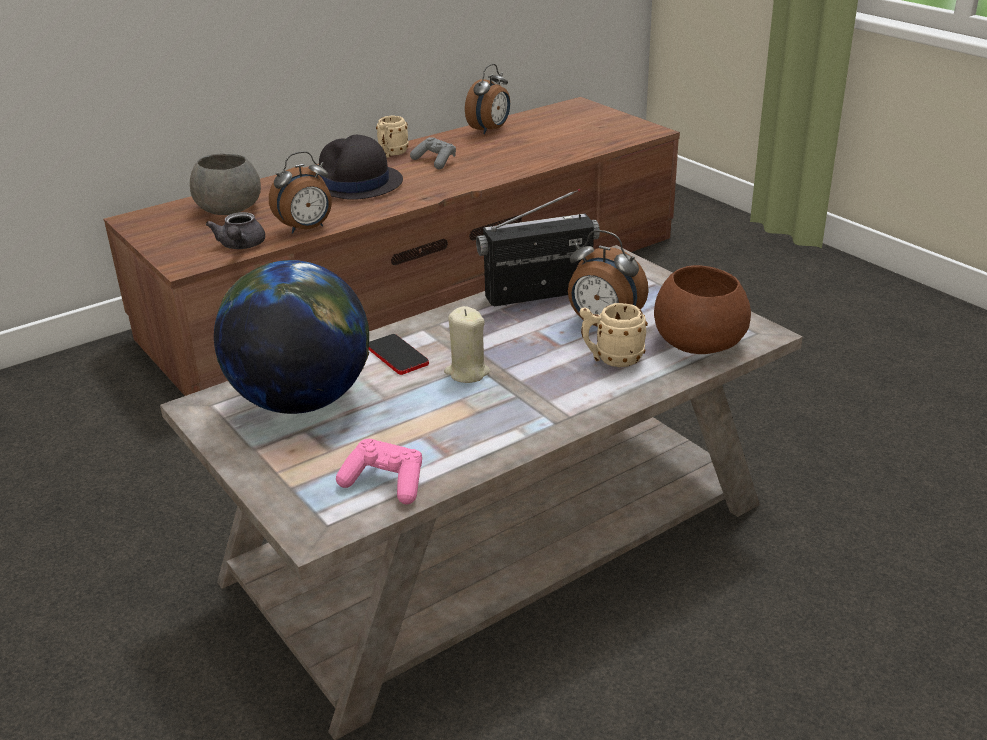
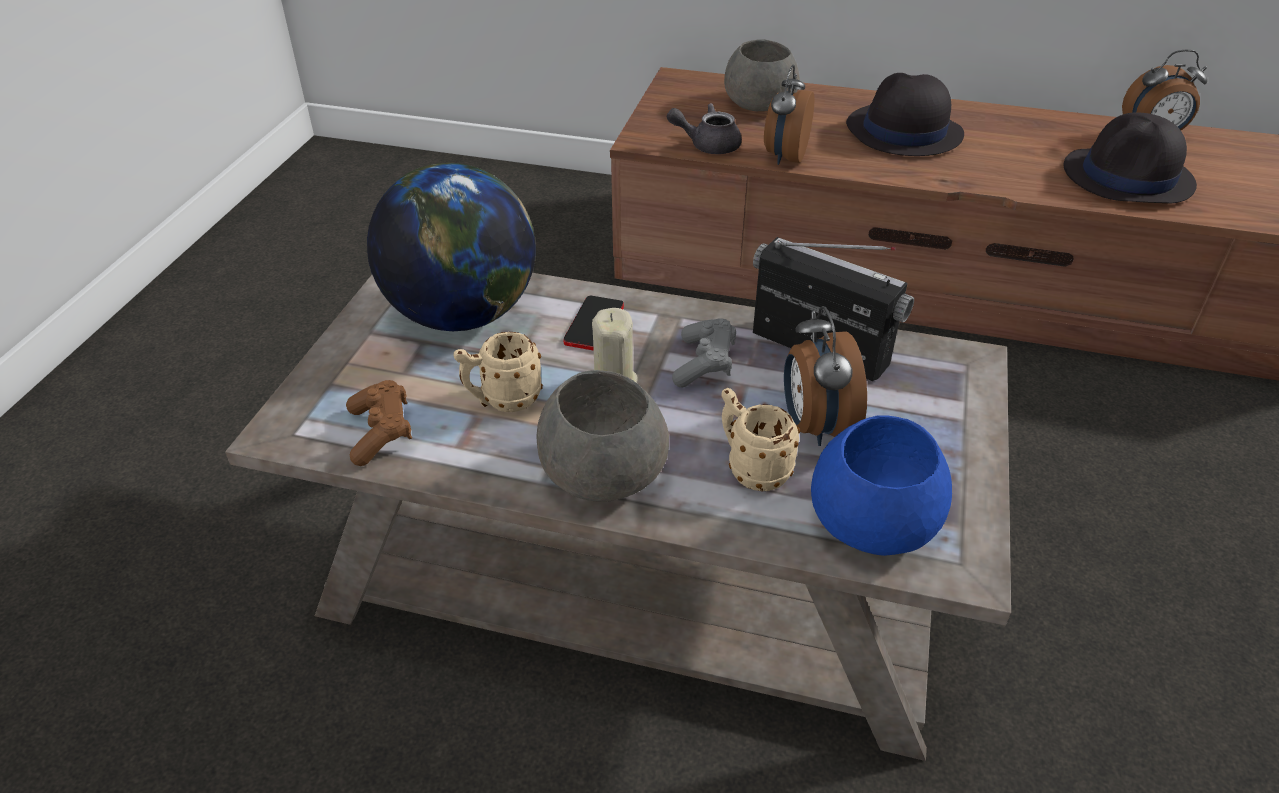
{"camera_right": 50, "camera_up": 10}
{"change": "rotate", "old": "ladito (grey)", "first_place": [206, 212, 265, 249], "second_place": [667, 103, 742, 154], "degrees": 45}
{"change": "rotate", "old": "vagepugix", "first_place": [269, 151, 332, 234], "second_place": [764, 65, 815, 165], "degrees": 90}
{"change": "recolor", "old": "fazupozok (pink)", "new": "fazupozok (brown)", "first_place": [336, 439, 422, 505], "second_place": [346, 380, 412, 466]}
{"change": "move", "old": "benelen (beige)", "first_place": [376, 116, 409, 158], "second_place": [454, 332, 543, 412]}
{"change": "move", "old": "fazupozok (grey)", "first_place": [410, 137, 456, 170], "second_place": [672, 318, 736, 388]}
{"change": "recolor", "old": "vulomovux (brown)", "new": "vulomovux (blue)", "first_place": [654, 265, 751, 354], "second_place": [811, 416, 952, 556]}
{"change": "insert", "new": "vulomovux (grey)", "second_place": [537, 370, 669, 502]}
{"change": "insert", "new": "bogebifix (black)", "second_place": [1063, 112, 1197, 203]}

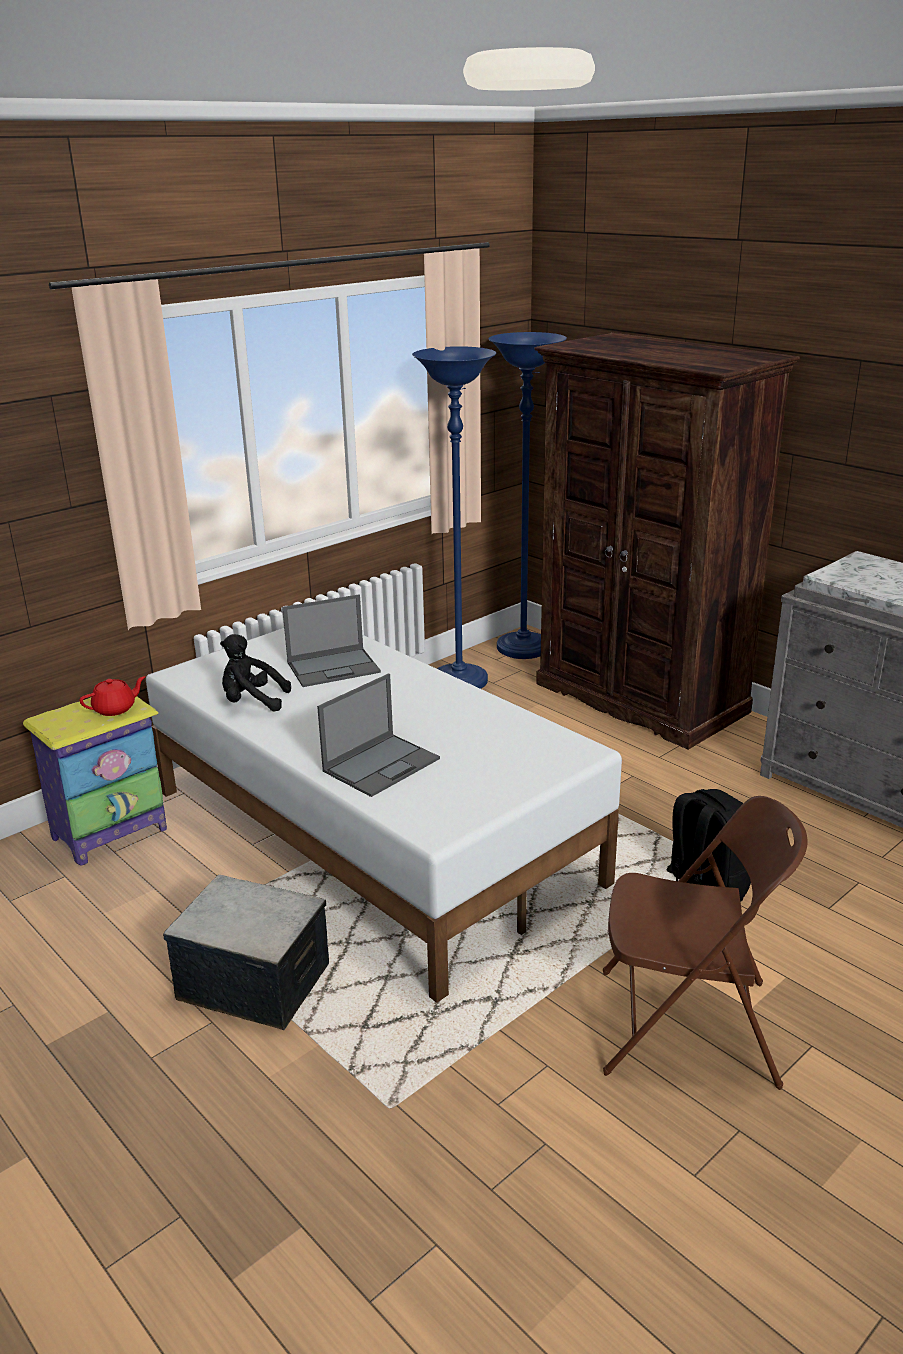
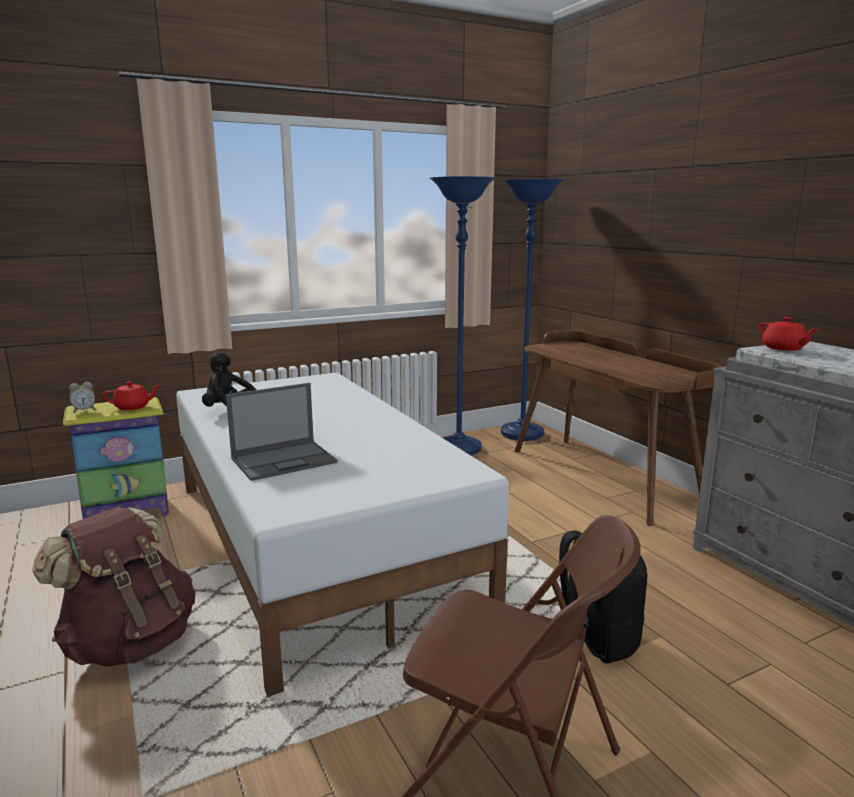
{"camera_right": 15, "camera_up": -10}
{"change": "replace", "old": "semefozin", "new": "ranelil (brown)", "first_place": [163, 875, 329, 1030], "second_place": [32, 507, 195, 667]}
{"change": "delete", "old": "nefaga", "first_place": [282, 594, 381, 687]}
{"change": "replace", "old": "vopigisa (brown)", "new": "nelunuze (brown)", "first_place": [534, 333, 800, 750], "second_place": [514, 330, 722, 526]}
{"change": "insert", "new": "vagepugix", "second_place": [69, 382, 96, 413]}
{"change": "insert", "new": "ladito (red)", "second_place": [759, 317, 819, 351]}

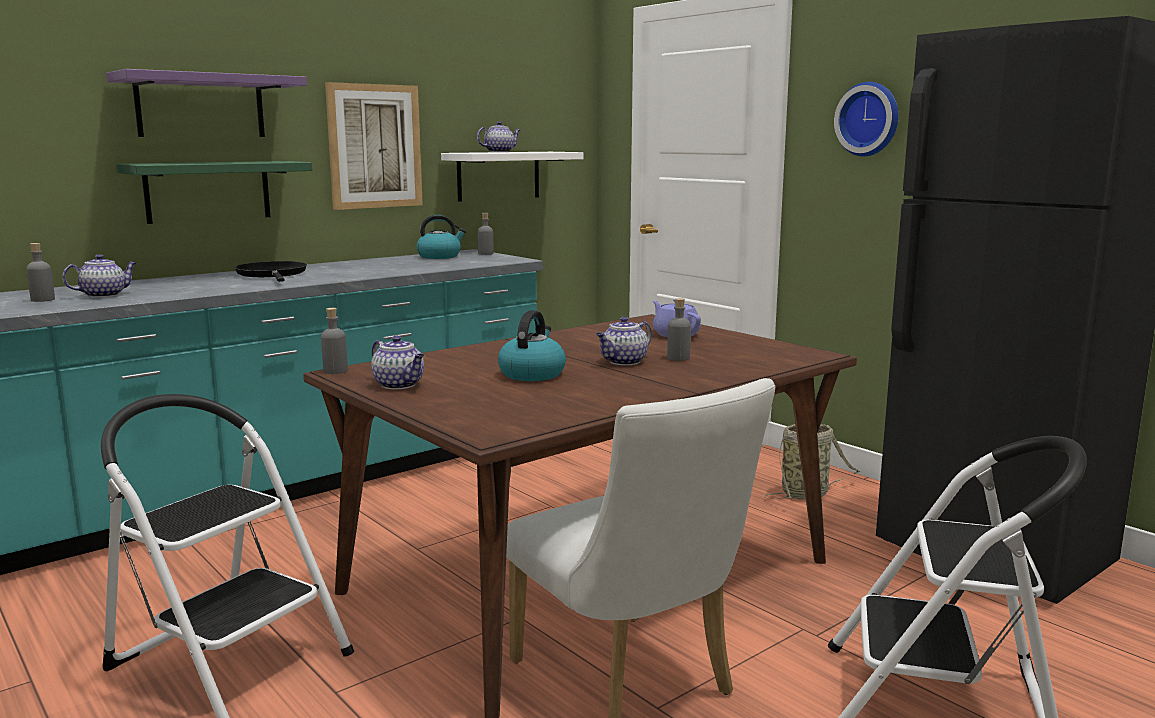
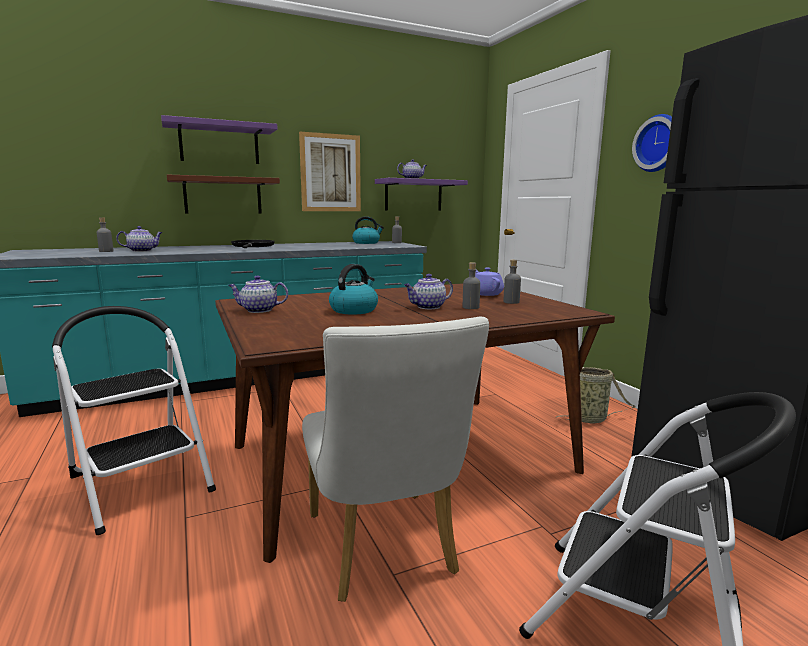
{"camera_right": 15, "camera_up": 0}
{"change": "recolor", "old": "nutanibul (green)", "new": "nutanibul (brown)", "first_place": [116, 161, 312, 224], "second_place": [167, 174, 280, 213]}
{"change": "move", "old": "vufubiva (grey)", "first_place": [321, 308, 348, 374], "second_place": [504, 260, 521, 304]}
{"change": "rotate", "old": "ladito", "first_place": [371, 336, 424, 389], "second_place": [228, 275, 288, 313], "degrees": 120}
{"change": "recolor", "old": "nutanibul (white)", "new": "nutanibul (purple)", "first_place": [441, 152, 584, 202], "second_place": [375, 178, 468, 211]}

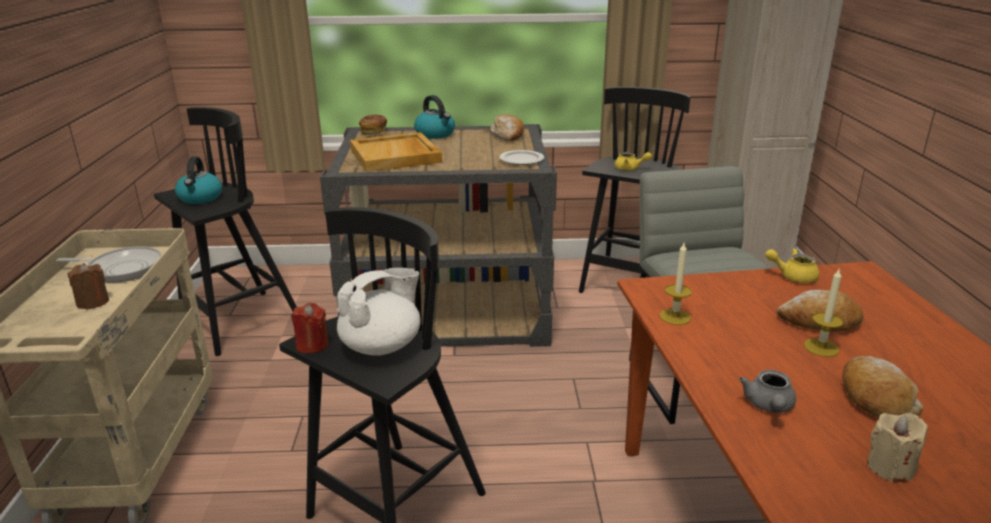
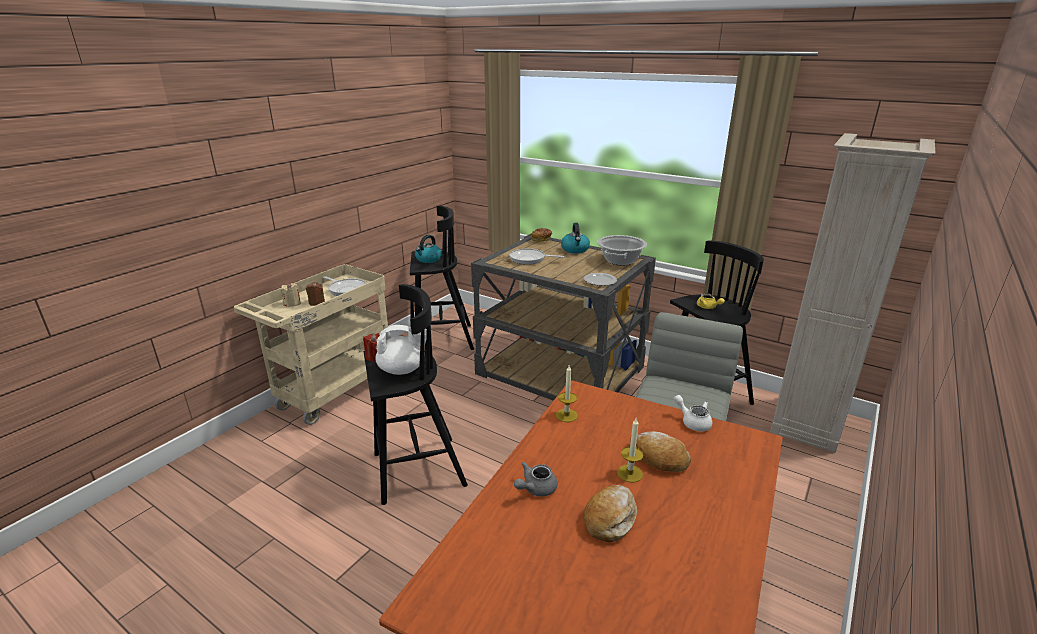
{"camera_right": 35, "camera_up": 0}
{"change": "replace", "old": "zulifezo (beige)", "new": "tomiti", "first_place": [350, 132, 442, 172], "second_place": [509, 249, 564, 265]}
{"change": "replace", "old": "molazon", "new": "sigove", "first_place": [491, 114, 524, 141], "second_place": [597, 235, 647, 265]}
{"change": "recolor", "old": "ladito (yellow)", "new": "ladito (white)", "first_place": [765, 248, 819, 283], "second_place": [674, 395, 712, 431]}
{"change": "move", "old": "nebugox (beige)", "first_place": [867, 413, 928, 483], "second_place": [281, 282, 301, 307]}

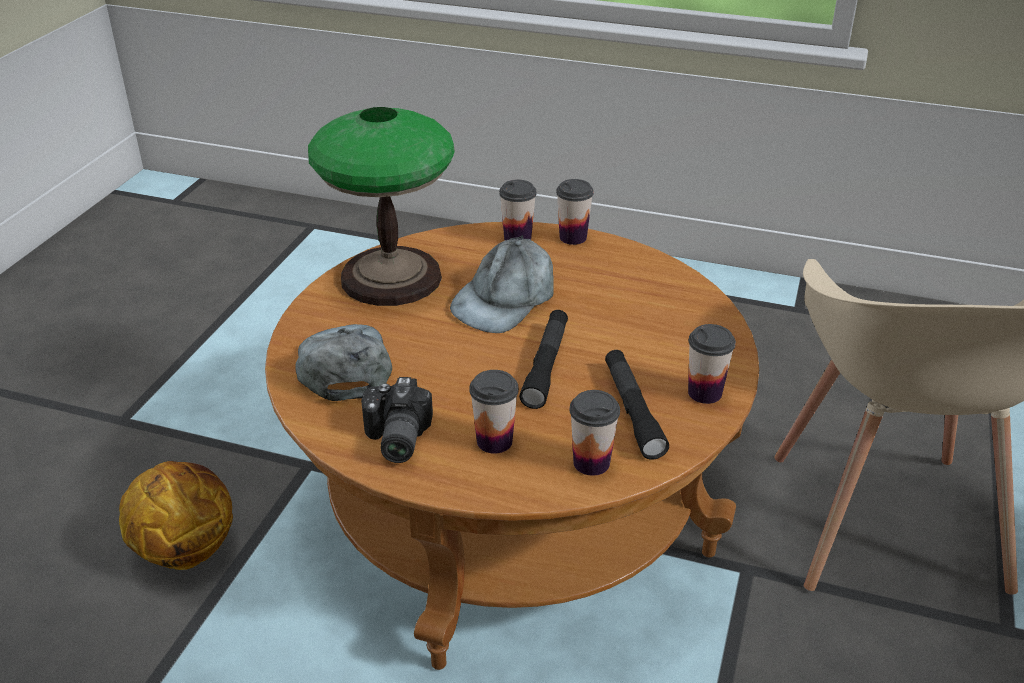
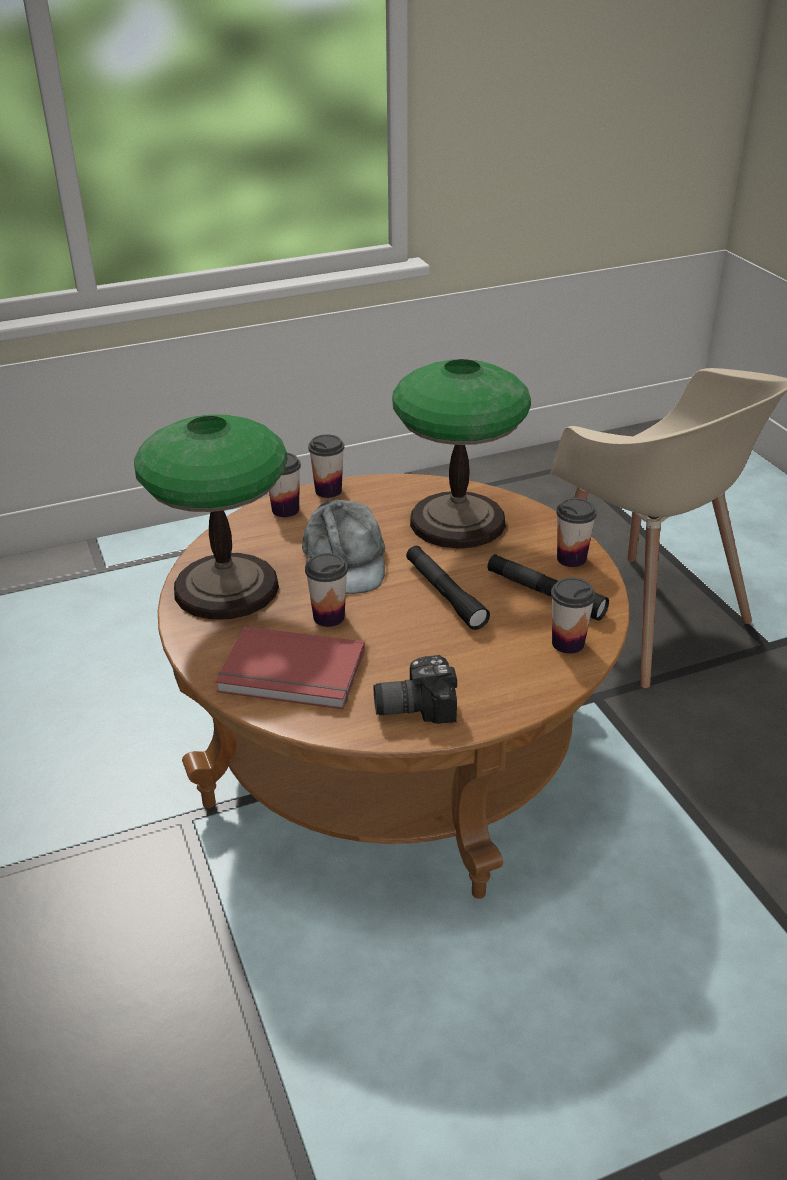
{"camera_right": -40, "camera_up": 0}
{"change": "delete", "old": "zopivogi", "first_place": [119, 461, 233, 570]}
{"change": "replace", "old": "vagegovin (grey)", "new": "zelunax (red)", "first_place": [296, 324, 392, 401], "second_place": [215, 626, 365, 709]}
{"change": "rotate", "old": "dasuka", "first_place": [361, 377, 433, 463], "second_place": [374, 655, 457, 724], "degrees": 120}
{"change": "move", "old": "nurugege", "first_place": [469, 370, 519, 454], "second_place": [305, 553, 348, 627]}
{"change": "insert", "new": "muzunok", "second_place": [392, 359, 531, 549]}

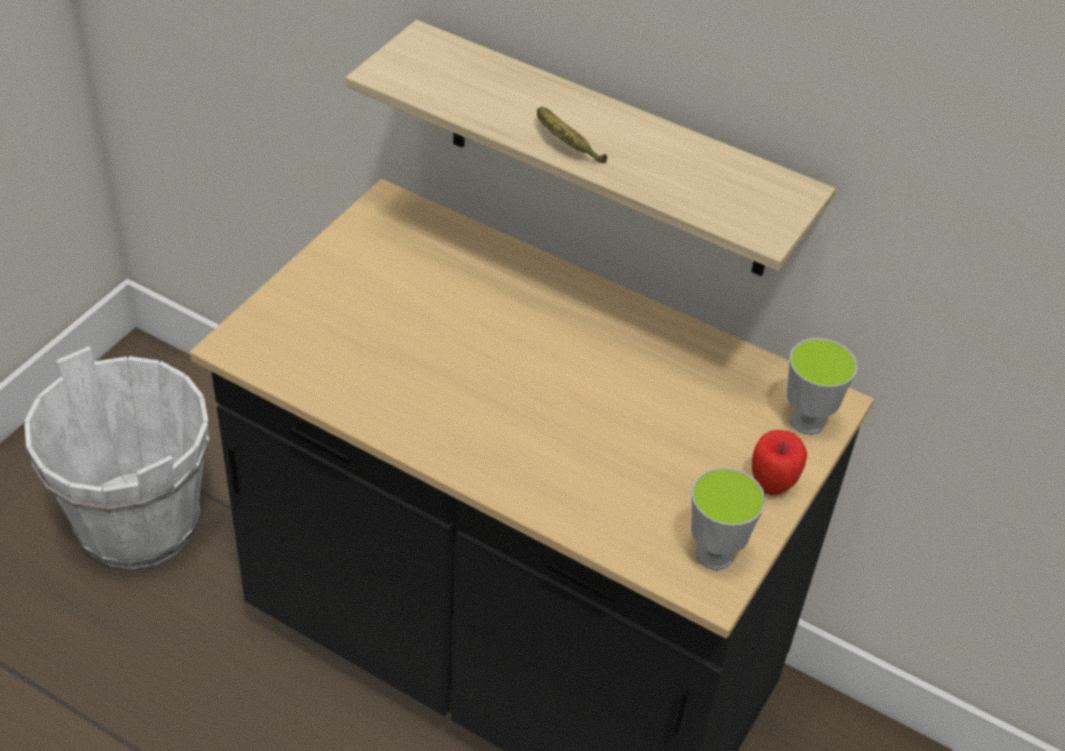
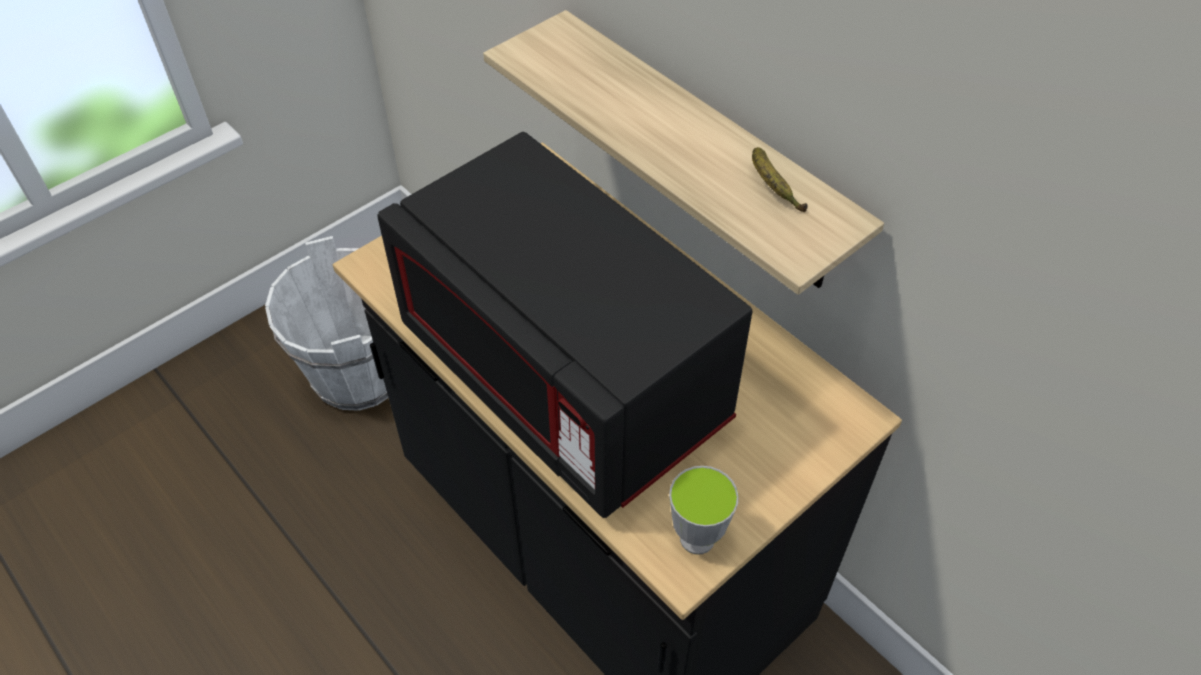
{"camera_right": 20, "camera_up": 5}
{"change": "move", "old": "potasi", "first_place": [537, 107, 607, 163], "second_place": [752, 147, 808, 212]}
{"change": "delete", "old": "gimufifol", "first_place": [752, 430, 807, 496]}
{"change": "delete", "old": "nurugege", "first_place": [787, 338, 857, 435]}
{"change": "insert", "new": "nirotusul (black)", "second_place": [378, 132, 753, 518]}

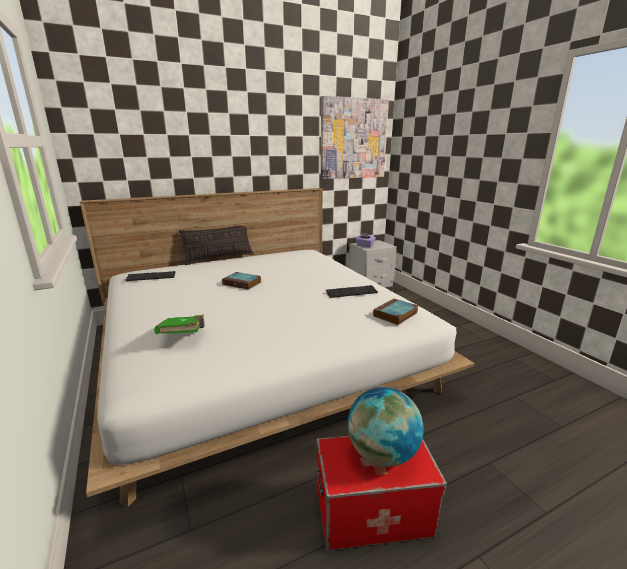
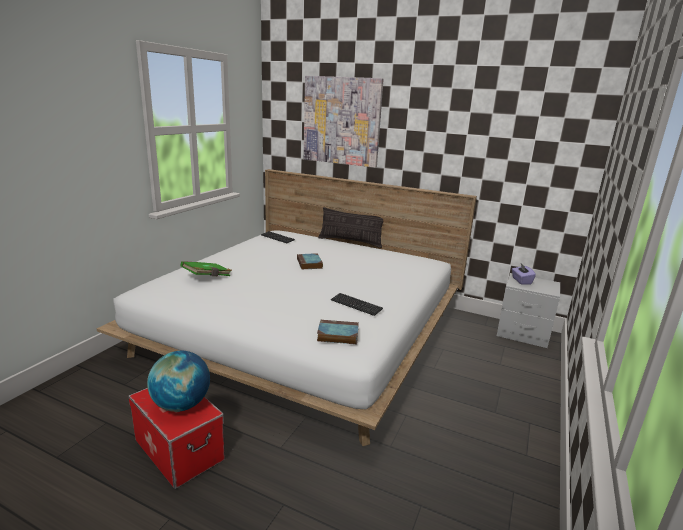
{"camera_right": 50, "camera_up": 0}
{"change": "move", "old": "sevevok", "first_place": [321, 96, 389, 179], "second_place": [304, 76, 384, 168]}

